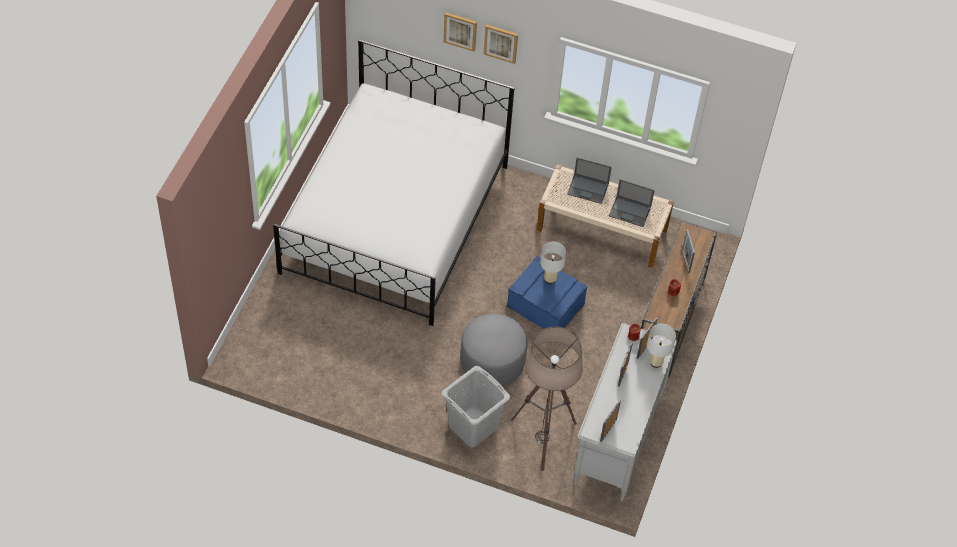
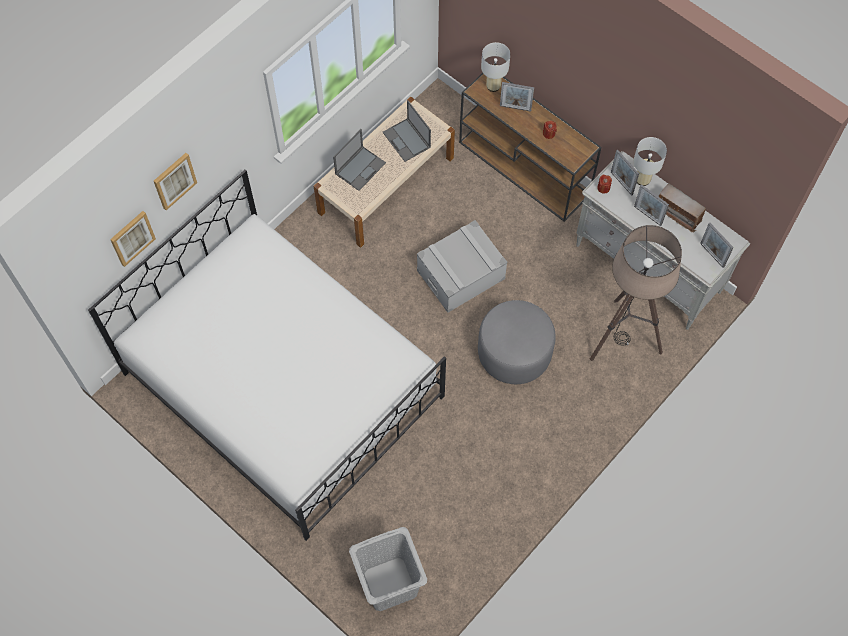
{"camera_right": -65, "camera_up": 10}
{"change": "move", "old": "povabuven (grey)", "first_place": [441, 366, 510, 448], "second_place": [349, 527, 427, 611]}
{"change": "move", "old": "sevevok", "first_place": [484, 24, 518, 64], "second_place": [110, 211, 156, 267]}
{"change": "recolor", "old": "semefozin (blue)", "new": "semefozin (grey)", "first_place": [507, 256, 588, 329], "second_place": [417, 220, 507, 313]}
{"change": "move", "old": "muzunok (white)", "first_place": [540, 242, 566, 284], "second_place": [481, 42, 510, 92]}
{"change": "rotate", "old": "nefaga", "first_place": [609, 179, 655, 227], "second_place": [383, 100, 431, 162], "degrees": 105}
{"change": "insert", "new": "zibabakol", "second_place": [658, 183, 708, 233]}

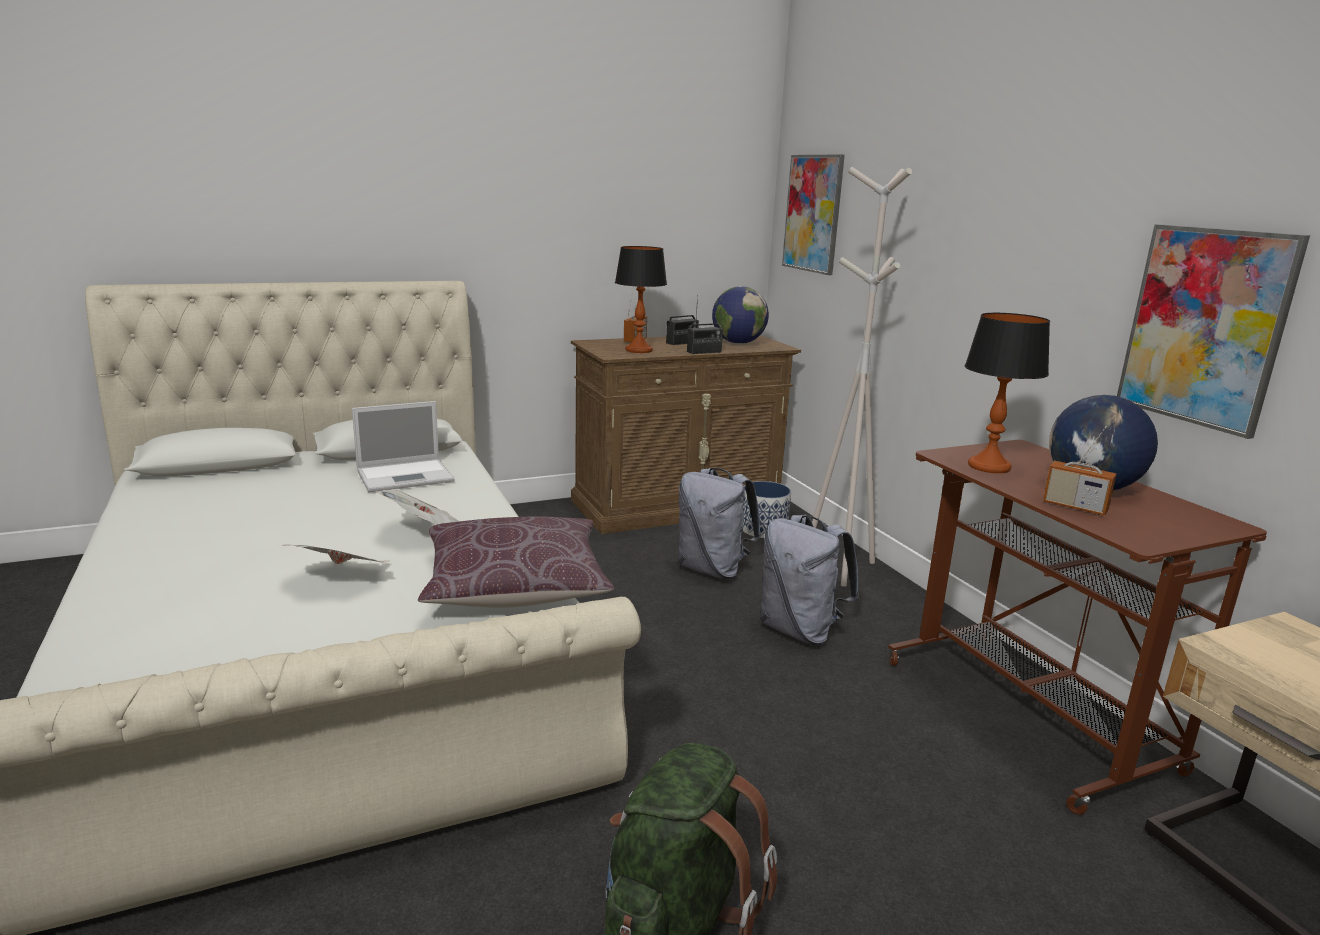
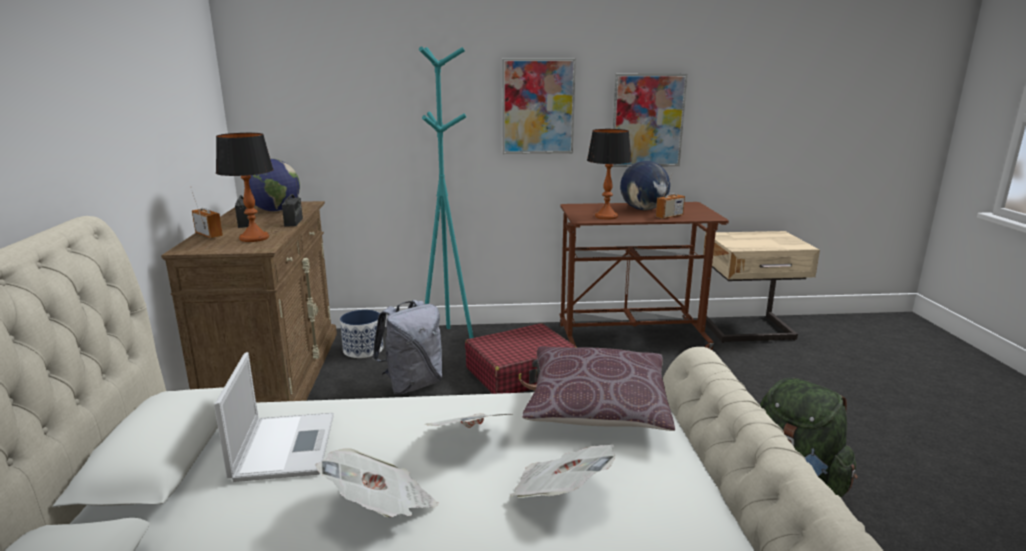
{"camera_right": -70, "camera_up": 0}
{"change": "replace", "old": "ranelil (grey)", "new": "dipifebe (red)", "first_place": [760, 515, 859, 645], "second_place": [465, 323, 577, 394]}
{"change": "move", "old": "sevevok", "first_place": [782, 155, 845, 275], "second_place": [502, 58, 576, 154]}
{"change": "recolor", "old": "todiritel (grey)", "new": "todiritel (turquoise)", "first_place": [812, 166, 912, 587], "second_place": [419, 47, 474, 339]}
{"change": "insert", "new": "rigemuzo", "second_place": [315, 448, 438, 518]}

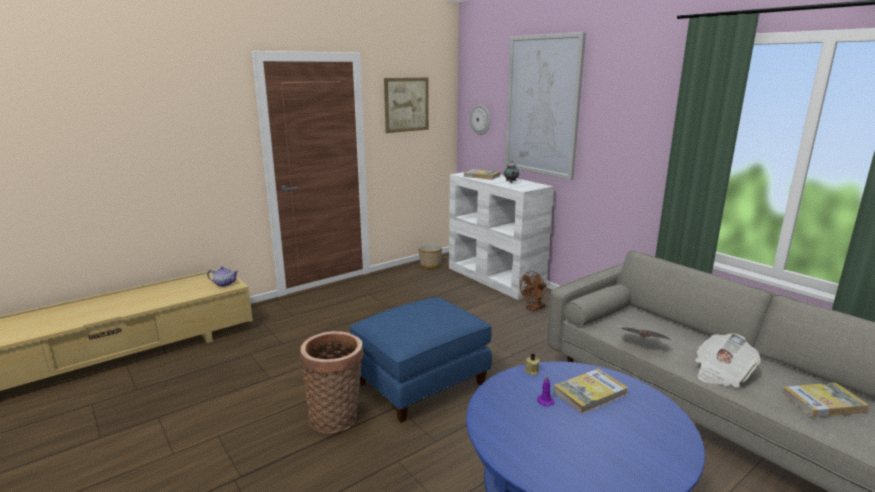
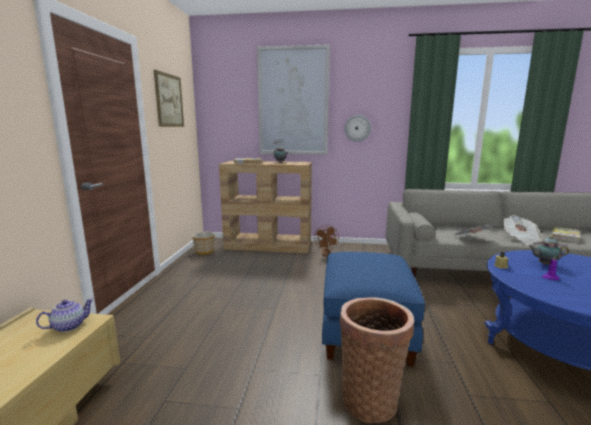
{"camera_right": -45, "camera_up": -5}
{"change": "recolor", "old": "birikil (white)", "new": "birikil (brown)", "first_place": [449, 172, 554, 300], "second_place": [219, 161, 312, 253]}
{"change": "move", "old": "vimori", "first_place": [470, 105, 490, 135], "second_place": [344, 115, 371, 142]}
{"change": "replace", "old": "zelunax", "new": "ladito", "first_place": [553, 369, 628, 414], "second_place": [529, 236, 569, 265]}

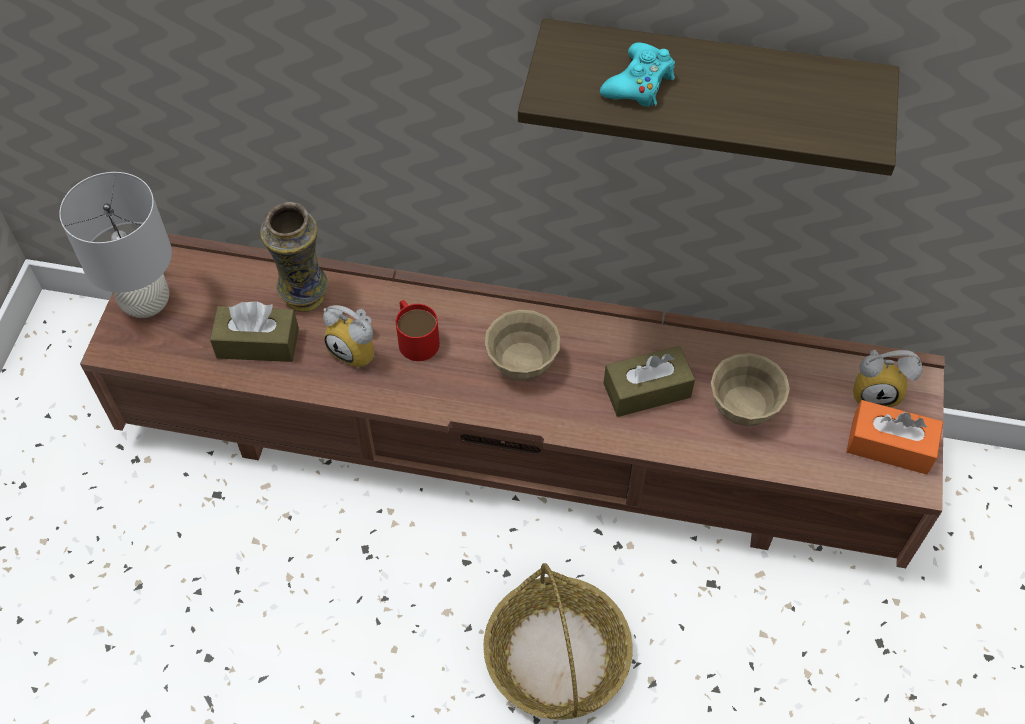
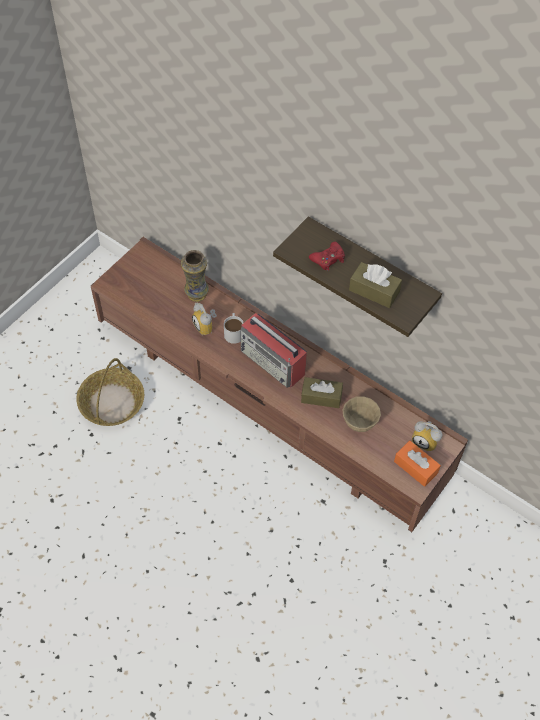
{"camera_right": 25, "camera_up": 0}
{"change": "delete", "old": "muzunok (grey)", "first_place": [59, 172, 172, 318]}
{"change": "move", "old": "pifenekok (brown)", "first_place": [210, 301, 299, 362], "second_place": [349, 262, 402, 308]}
{"change": "recolor", "old": "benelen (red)", "new": "benelen (white)", "first_place": [396, 300, 440, 361], "second_place": [224, 313, 243, 344]}
{"change": "move", "old": "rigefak", "first_place": [483, 563, 633, 720], "second_place": [77, 358, 144, 426]}
{"change": "replace", "old": "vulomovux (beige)", "new": "zibabakol", "first_place": [485, 310, 560, 381], "second_place": [240, 313, 307, 388]}
{"change": "recolor", "old": "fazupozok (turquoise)", "new": "fazupozok (red)", "first_place": [600, 42, 675, 107], "second_place": [309, 242, 345, 271]}

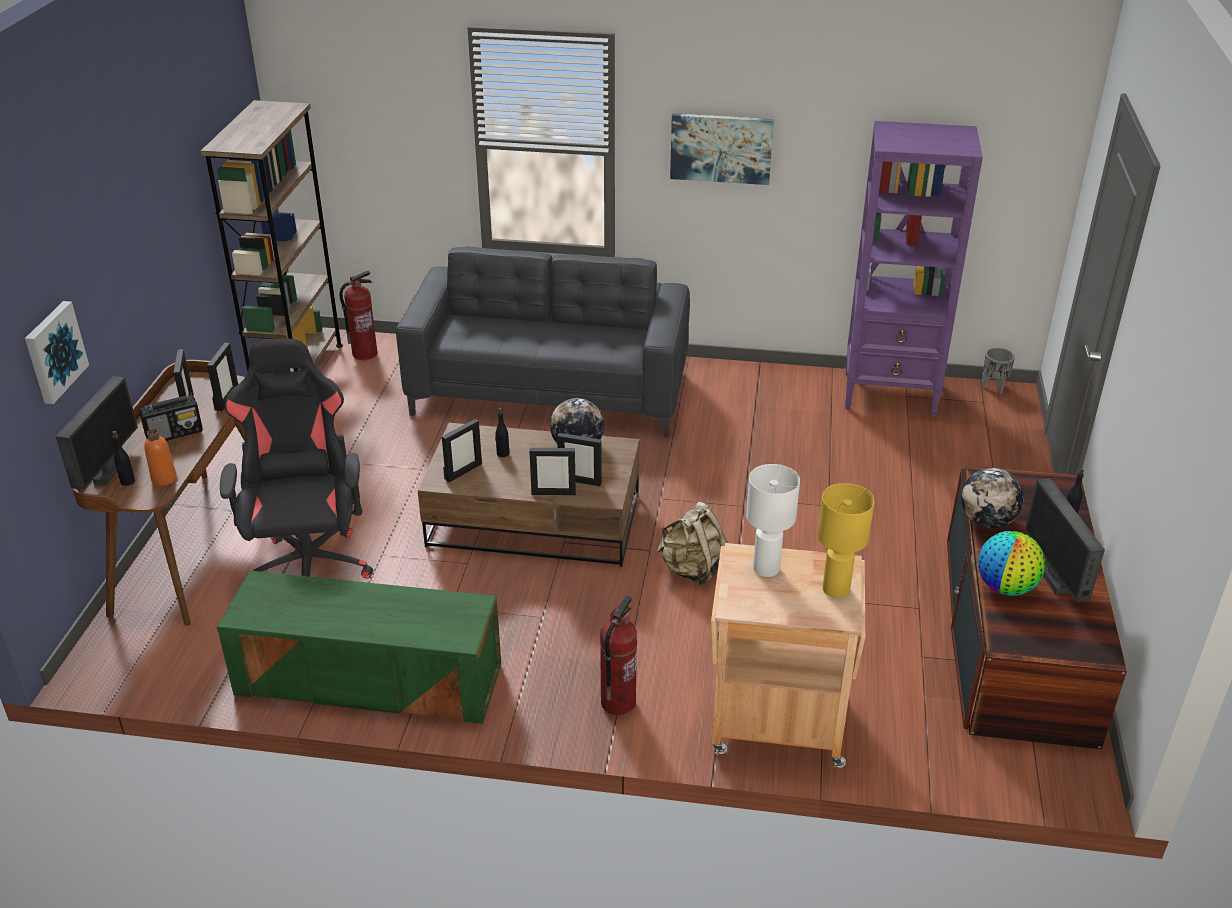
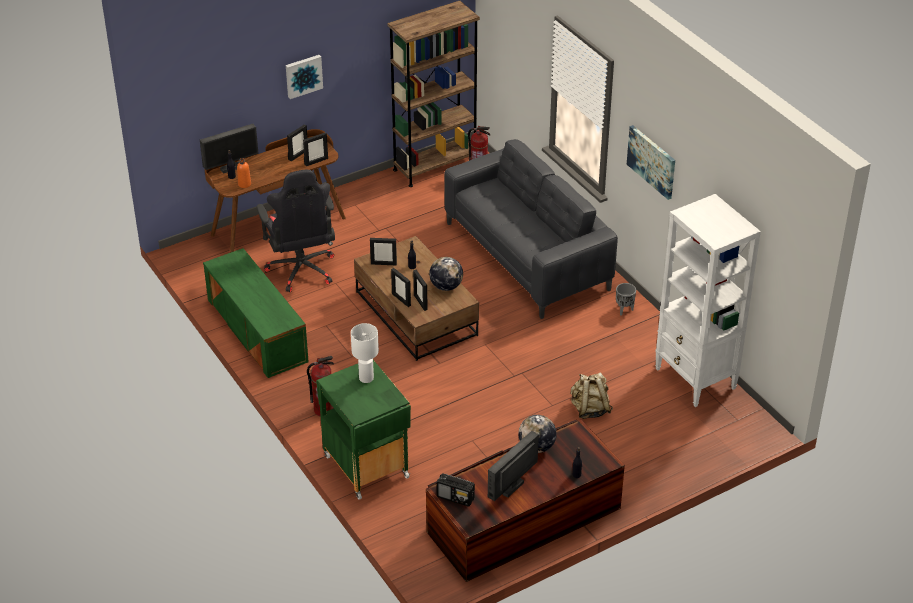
{"camera_right": 50, "camera_up": 5}
{"change": "move", "old": "sevevok", "first_place": [25, 301, 89, 404], "second_place": [286, 55, 323, 99]}
{"change": "move", "old": "zibabakol", "first_place": [139, 396, 203, 441], "second_place": [437, 473, 475, 507]}
{"change": "rotate", "old": "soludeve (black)", "first_place": [220, 338, 373, 581], "second_place": [257, 170, 335, 292], "degrees": 120}
{"change": "move", "old": "ranelil (beige)", "first_place": [657, 502, 728, 586], "second_place": [571, 372, 613, 419]}
{"change": "recolor", "old": "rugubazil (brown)", "new": "rugubazil (green)", "first_place": [711, 543, 865, 768], "second_place": [316, 360, 411, 500]}
{"change": "delete", "old": "muzunok (yellow)", "first_place": [818, 483, 874, 598]}
{"change": "recolor", "old": "birikil (purple)", "new": "birikil (white)", "first_place": [845, 121, 983, 416], "second_place": [655, 194, 761, 407]}
{"change": "delete", "old": "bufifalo", "first_place": [978, 531, 1045, 596]}
{"change": "move", "old": "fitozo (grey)", "first_place": [981, 348, 1015, 394], "second_place": [616, 283, 636, 316]}

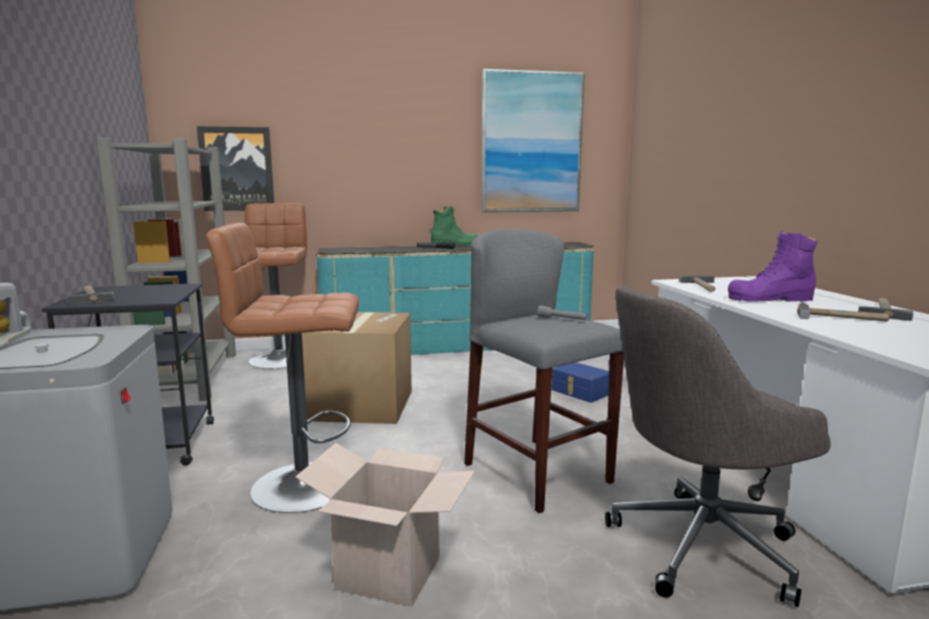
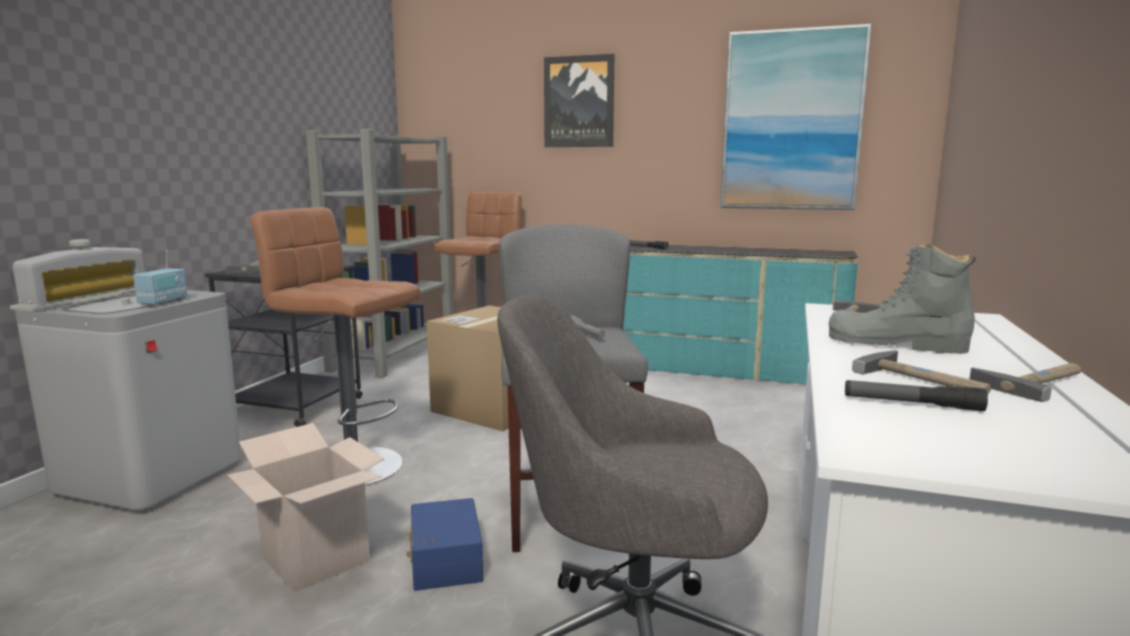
{"camera_right": 30, "camera_up": 0}
{"change": "move", "old": "sevevok", "first_place": [197, 126, 274, 211], "second_place": [544, 54, 614, 147]}
{"change": "delete", "old": "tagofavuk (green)", "first_place": [431, 206, 478, 246]}
{"change": "move", "old": "semefozin (blue)", "first_place": [552, 362, 609, 403], "second_place": [407, 498, 483, 591]}
{"change": "recolor", "old": "tagofavuk (purple)", "new": "tagofavuk (grey)", "first_place": [728, 231, 817, 302], "second_place": [829, 244, 976, 354]}
{"change": "insert", "new": "zibabakol", "second_place": [133, 249, 187, 306]}
{"change": "insert", "new": "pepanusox", "second_place": [845, 380, 988, 411]}

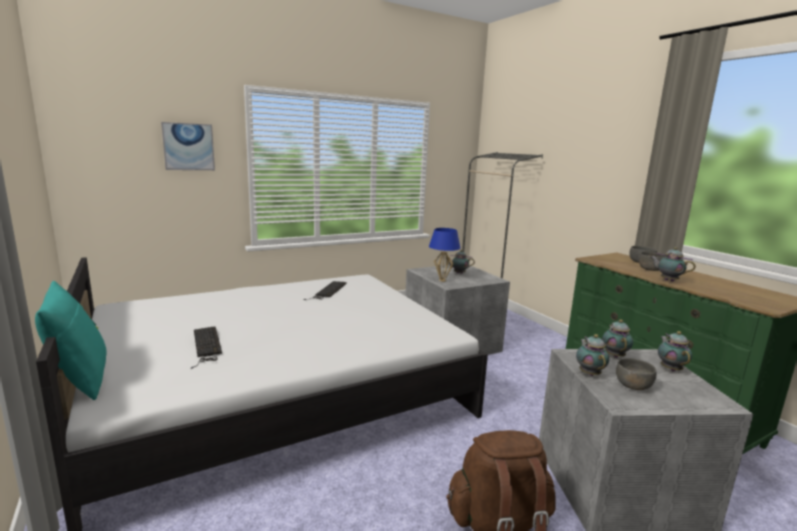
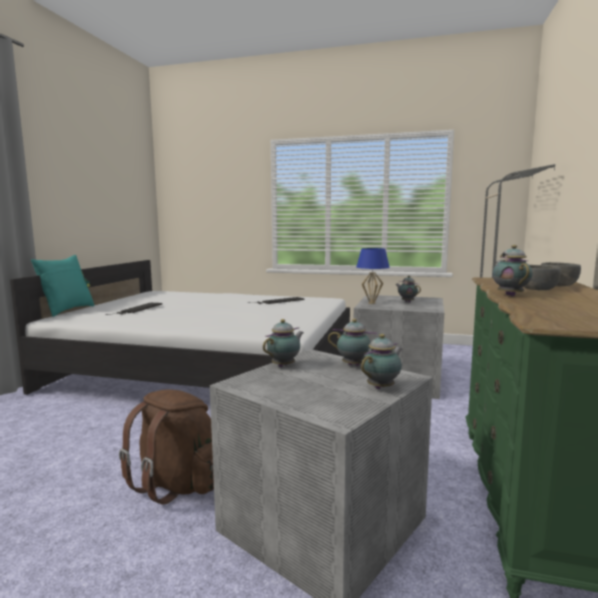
{"camera_right": 45, "camera_up": -5}
{"change": "delete", "old": "sevevok", "first_place": [161, 122, 215, 170]}
{"change": "rotate", "old": "ladito", "first_place": [602, 319, 633, 358], "second_place": [328, 319, 378, 366], "degrees": 60}
{"change": "delete", "old": "vulomovux (grey)", "first_place": [616, 358, 657, 390]}

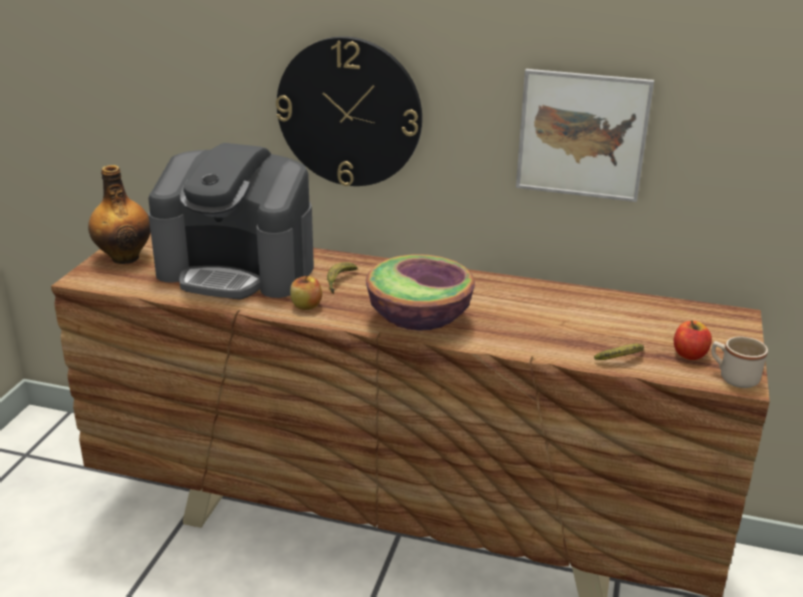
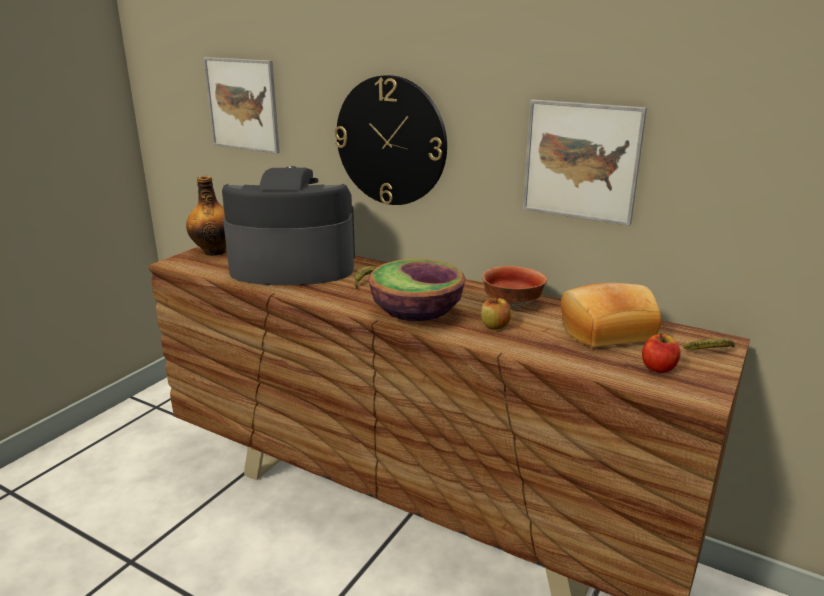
{"camera_right": 15, "camera_up": -5}
{"change": "rotate", "old": "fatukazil", "first_place": [148, 143, 314, 300], "second_place": [222, 166, 355, 285], "degrees": 150}
{"change": "move", "old": "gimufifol", "first_place": [290, 276, 322, 310], "second_place": [481, 297, 511, 330]}
{"change": "move", "old": "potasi", "first_place": [594, 343, 644, 360], "second_place": [684, 338, 735, 350]}
{"change": "delete", "old": "benelen (beige)", "first_place": [711, 336, 768, 388]}
{"change": "insert", "new": "sevevok", "second_place": [203, 57, 280, 154]}
{"change": "insert", "new": "vulomovux", "second_place": [482, 266, 547, 309]}
{"change": "insert", "new": "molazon", "second_place": [561, 283, 661, 347]}

